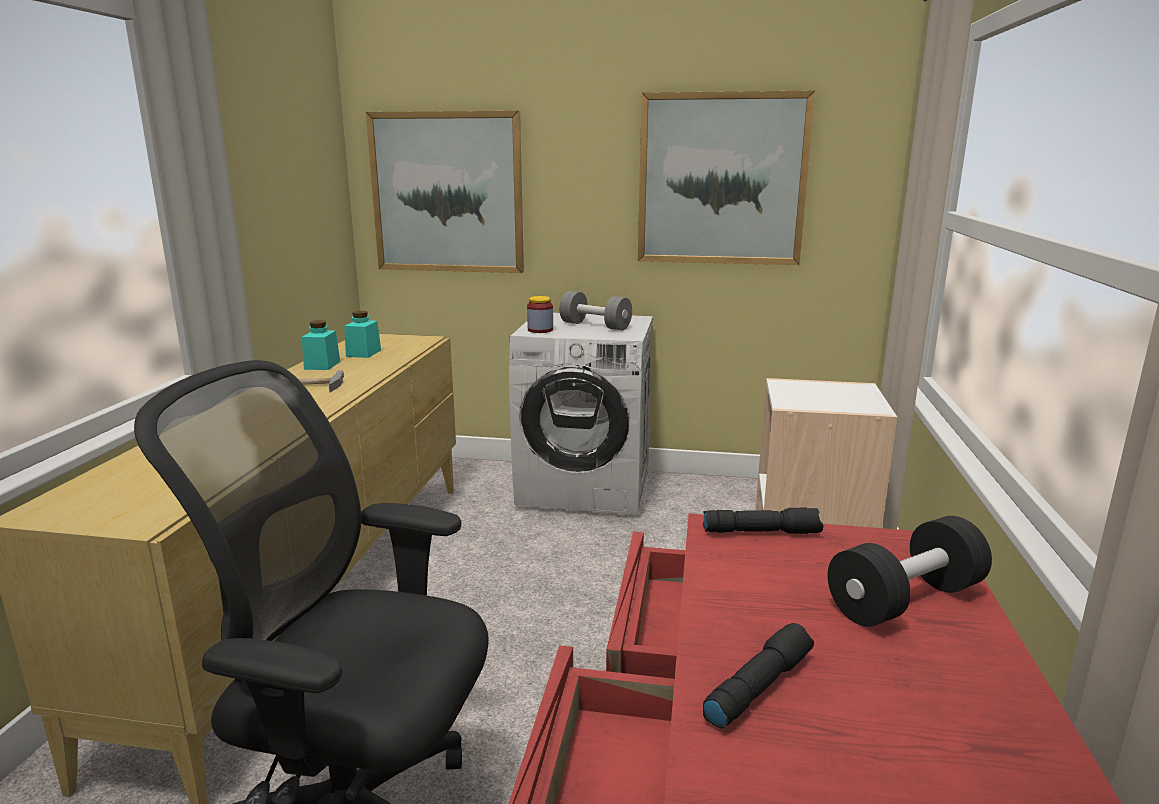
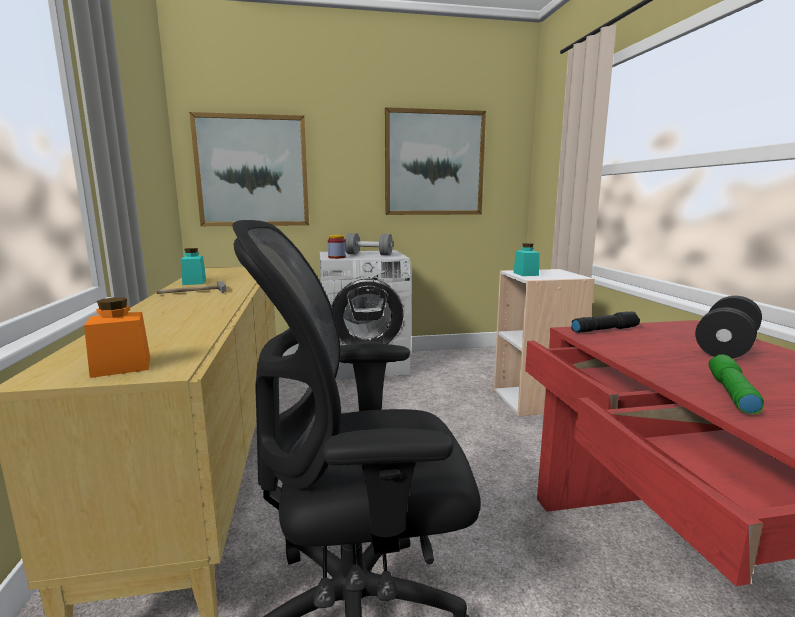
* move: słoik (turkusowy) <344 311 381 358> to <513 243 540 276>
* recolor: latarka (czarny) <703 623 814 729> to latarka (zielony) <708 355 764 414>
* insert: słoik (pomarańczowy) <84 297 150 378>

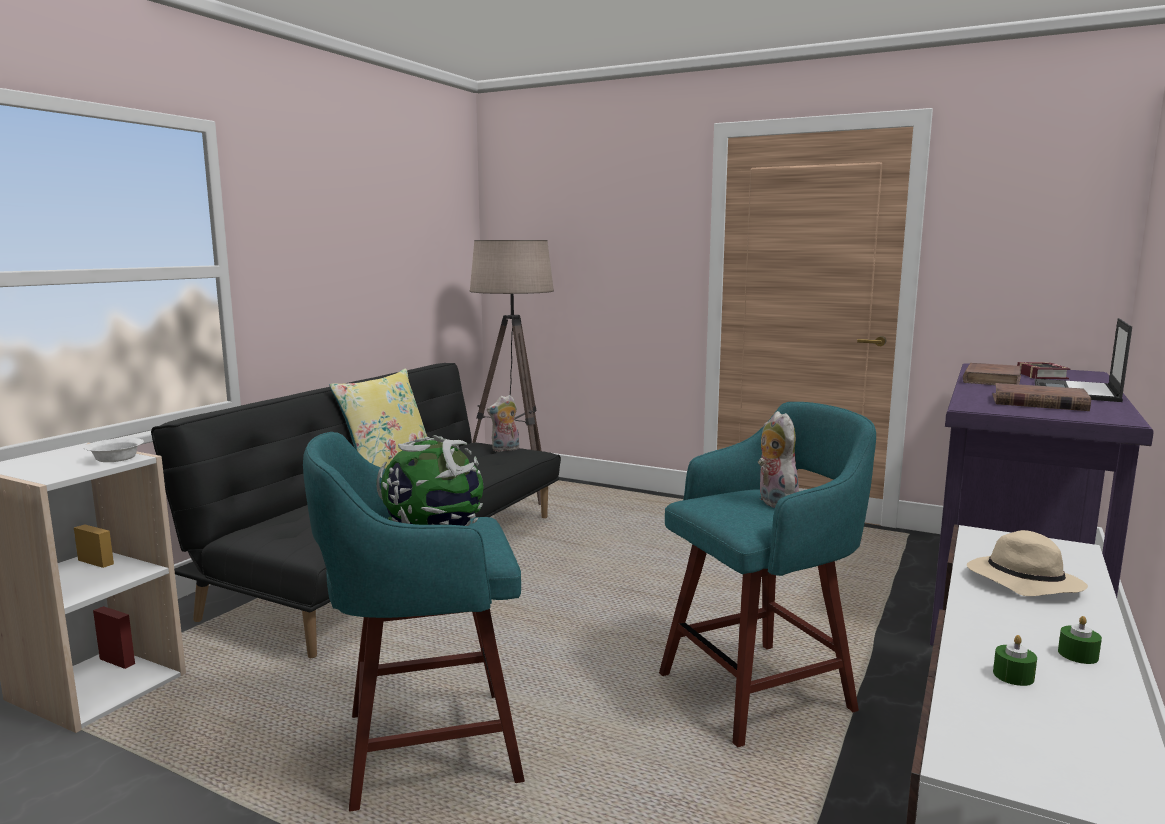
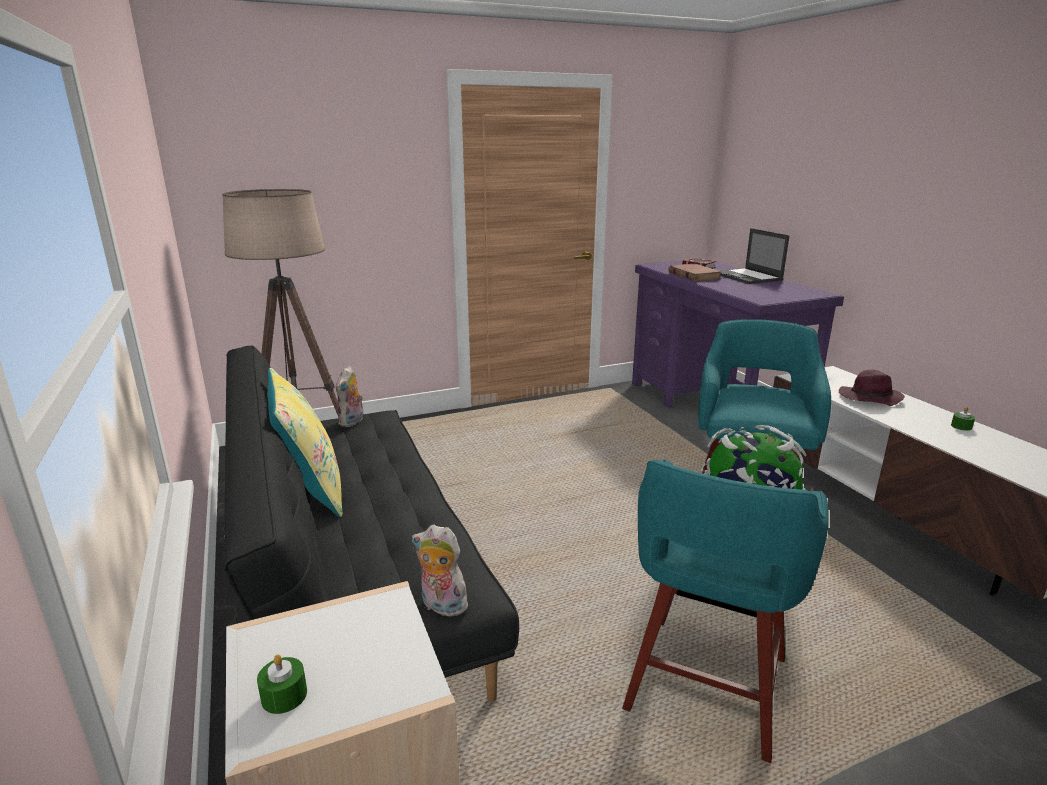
* delete: miska (biały) <84 438 144 462>
* move: pluszak <758 411 799 508> to <412 525 468 616>
* recolor: kapelusz (beżowy) <967 530 1088 596> to kapelusz (fioletowy) <839 369 905 406>
* delete: książka (brązowy) <992 383 1091 411>
* move: świeca (zielony) <993 635 1037 686> to <257 654 307 714>

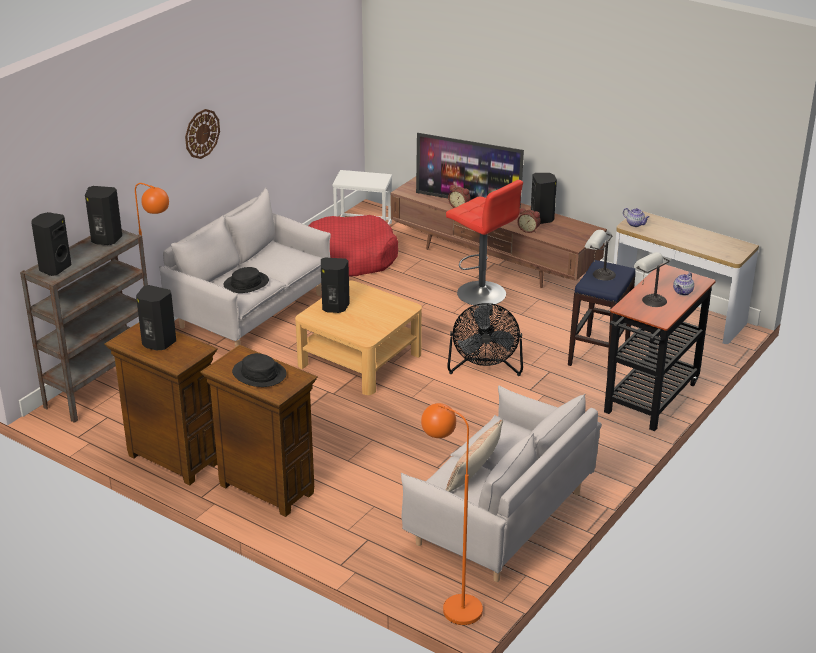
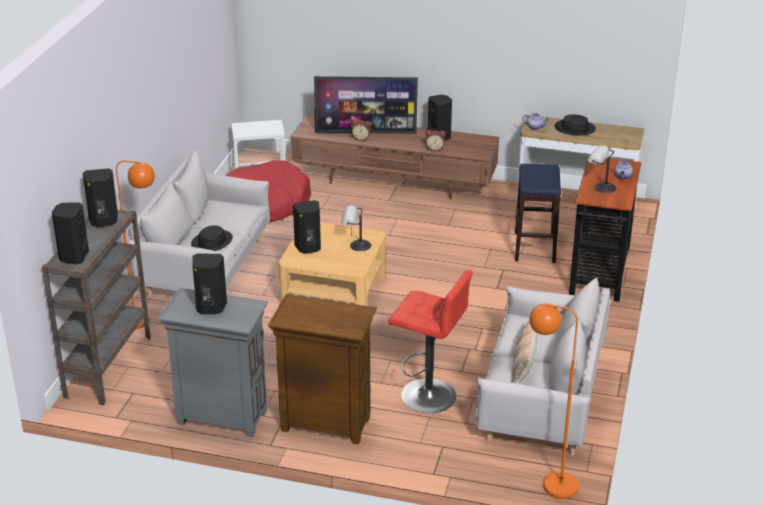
* recolor: szafka (brązowy) <104 322 218 486> to szafka (szary) <158 288 268 437>
* delete: zegar ścienny <185 109 220 159>
* move: kapelusz (czarny) <232 353 287 387> to <555 114 596 135>
* move: stołek (czerwony) <446 180 523 306> to <388 270 473 413>
* delete: wentylator (czarny) <447 303 523 376>
* move: lampa stołowa <584 230 616 280> to <341 205 371 251>

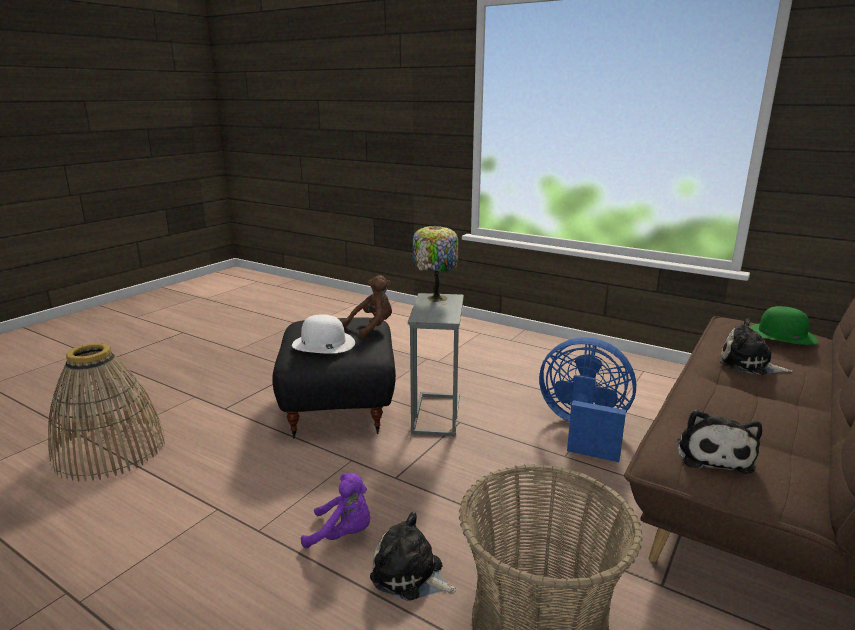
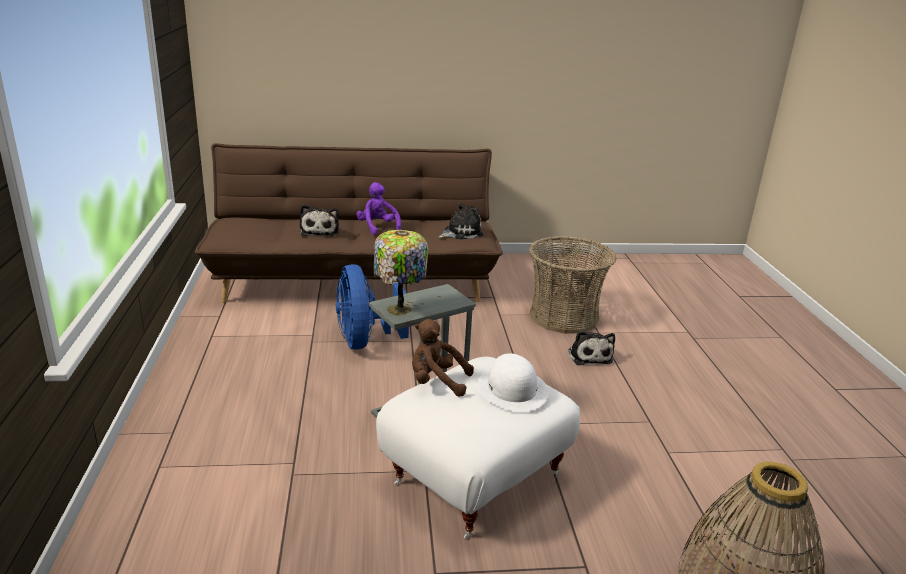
* recolor: pufa (czarny) <272 318 396 439> to pufa (biały) <376 357 580 539>
* move: pluszak (fioletowy) <301 473 370 549> to <356 182 401 235>
* delete: kapelusz (zielony) <749 306 818 345>

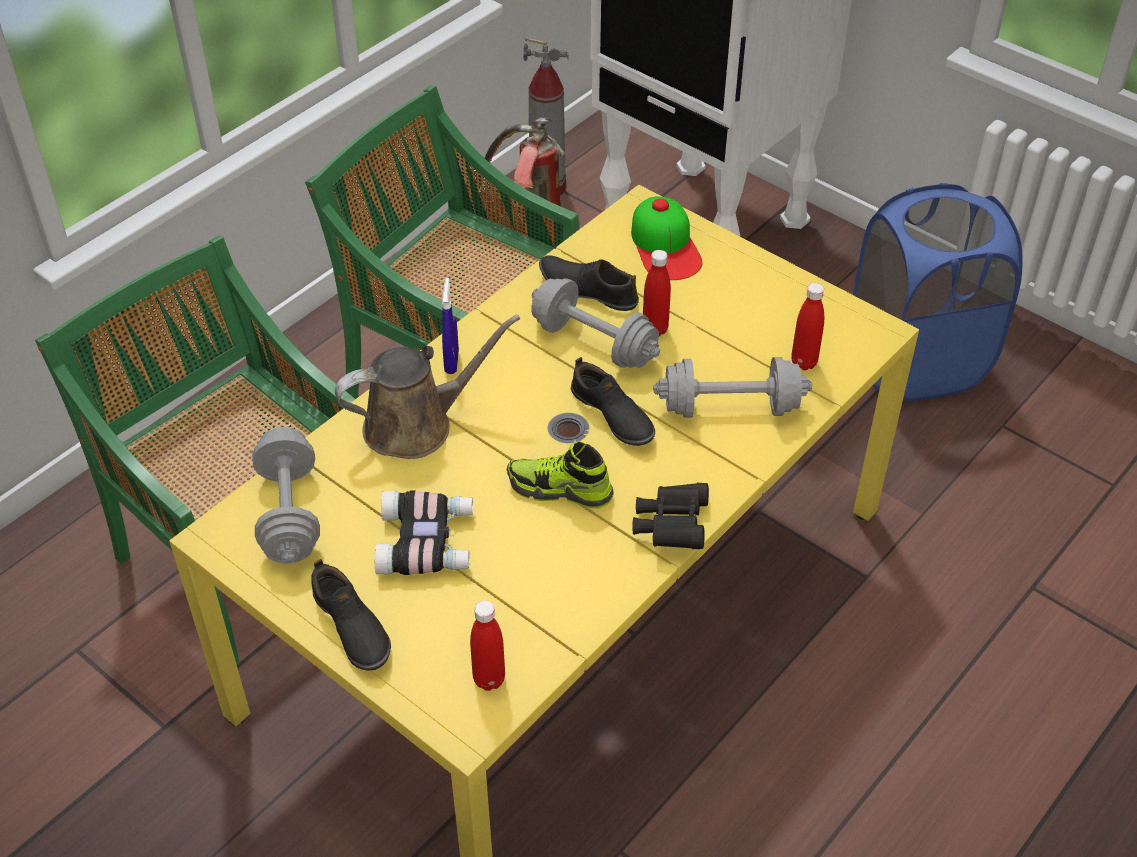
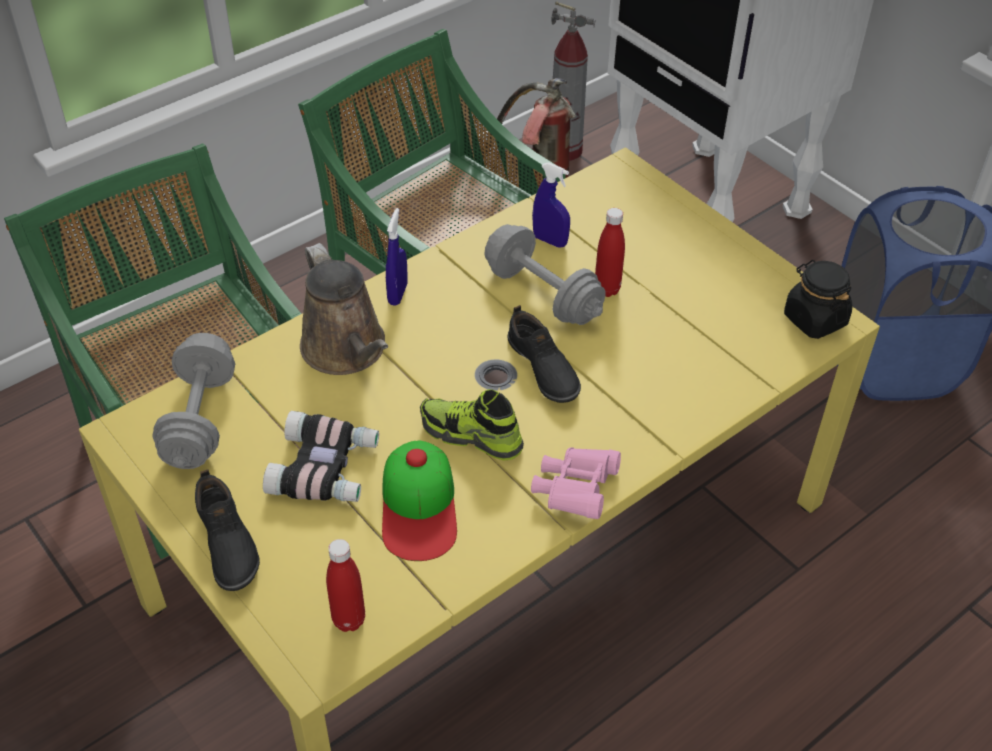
* rotate: konewka (brązowy) <335 314 520 459> = <300 243 388 375> 75 degrees clockwise
* replace: but (czarny) <539 255 639 311> to spryskiwacz (niebieski) <532 162 570 248>
* move: czapka z daszkiem <631 196 702 280> to <382 440 457 561>
* recolor: lornetka (czarny) <632 483 709 549> to lornetka (różowy) <531 447 621 519>
* delete: hantel (szary) <653 357 812 418>
* delete: butelka (czerwony) <791 283 824 370>
* insert: słoik (czarny) <784 260 852 339>

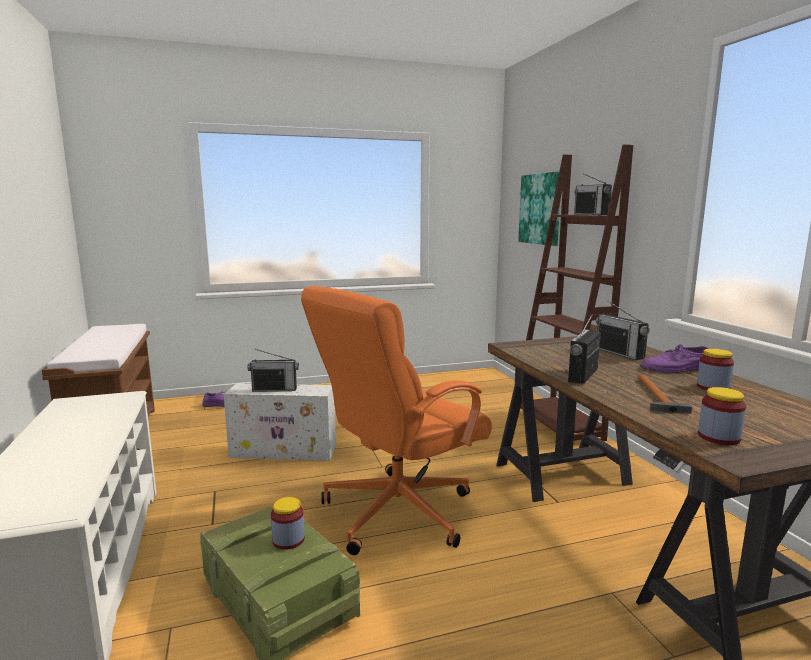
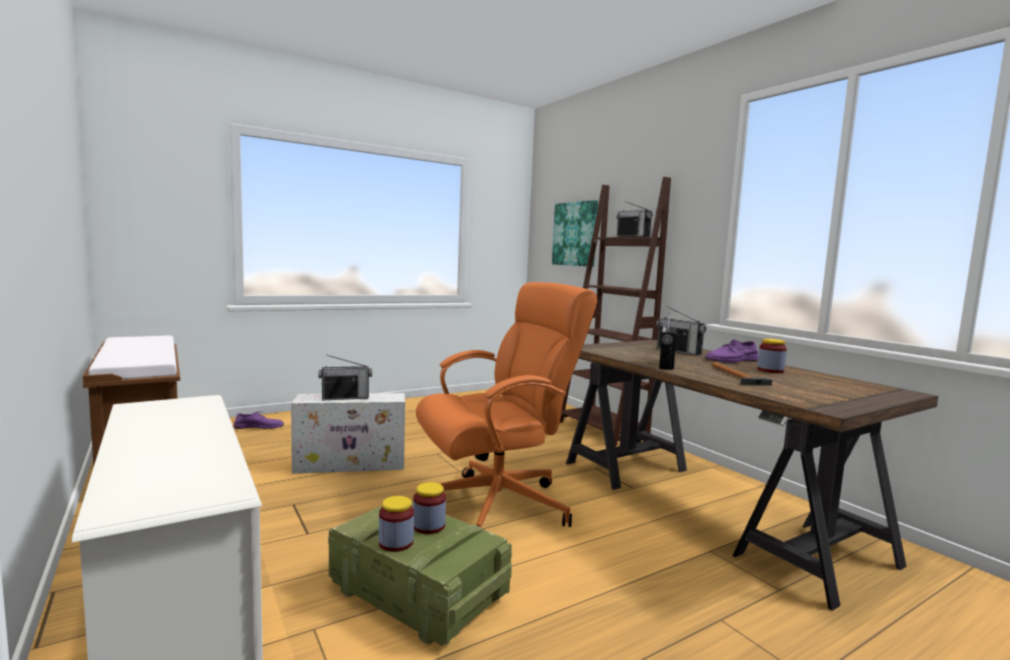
* rotate: krzesło biurowe (pomarańczowy) <301 286 492 555> = <416 282 597 531> 150 degrees counterclockwise
* move: słoik <698 387 746 445> to <379 496 414 552>

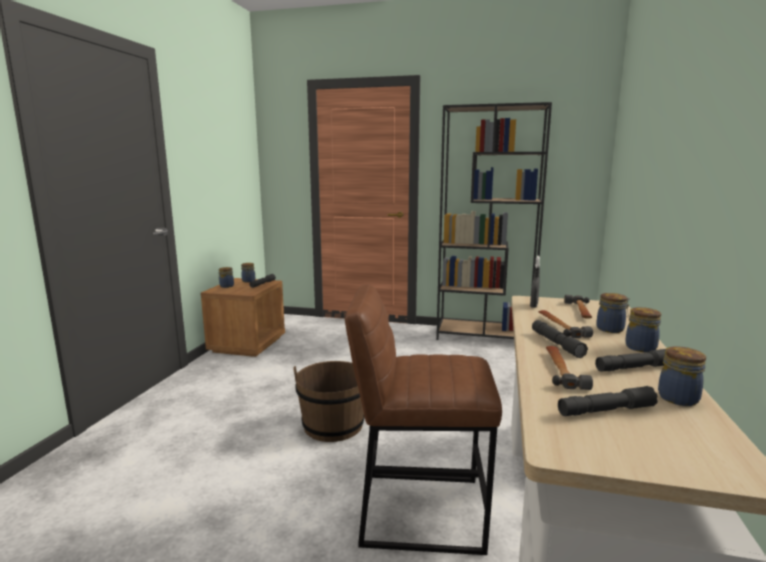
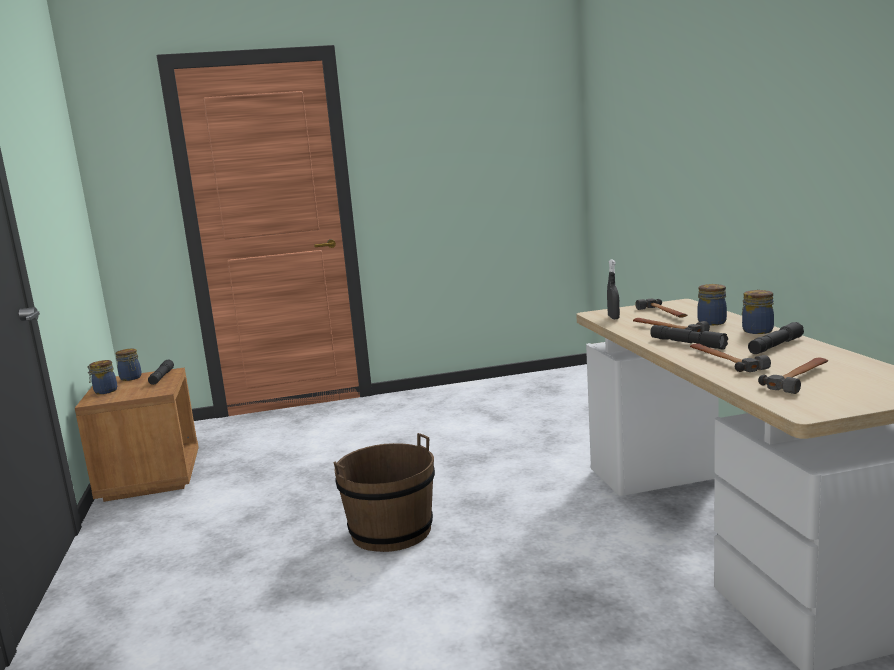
* delete: krzesło (brązowy) <345 284 502 555>
* delete: regał <436 102 552 340>
* replace: latarka (szary) <558 386 658 416> to młotek <758 358 828 394>
* delete: słoik <658 346 706 406>

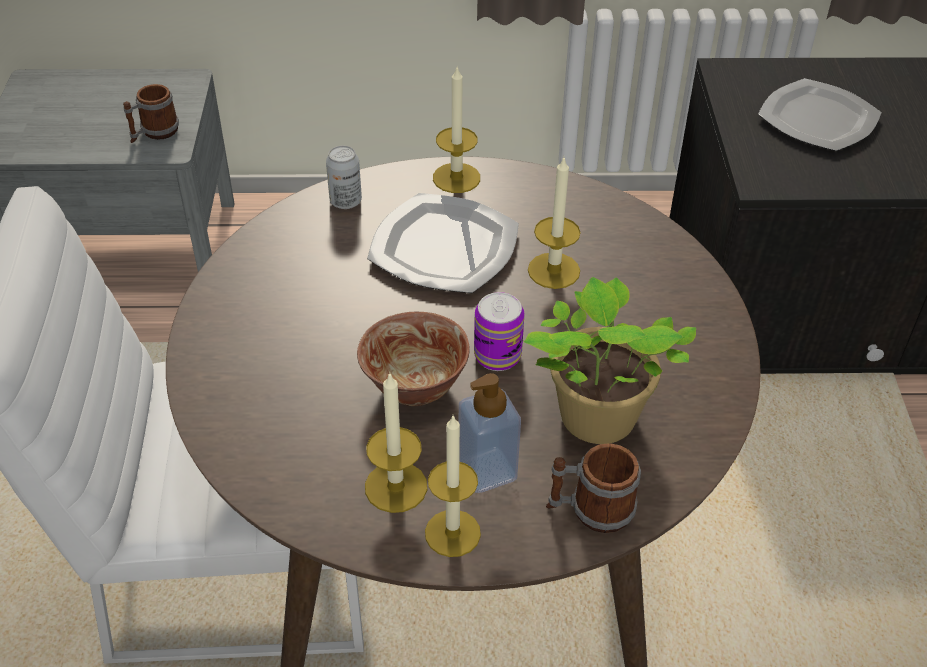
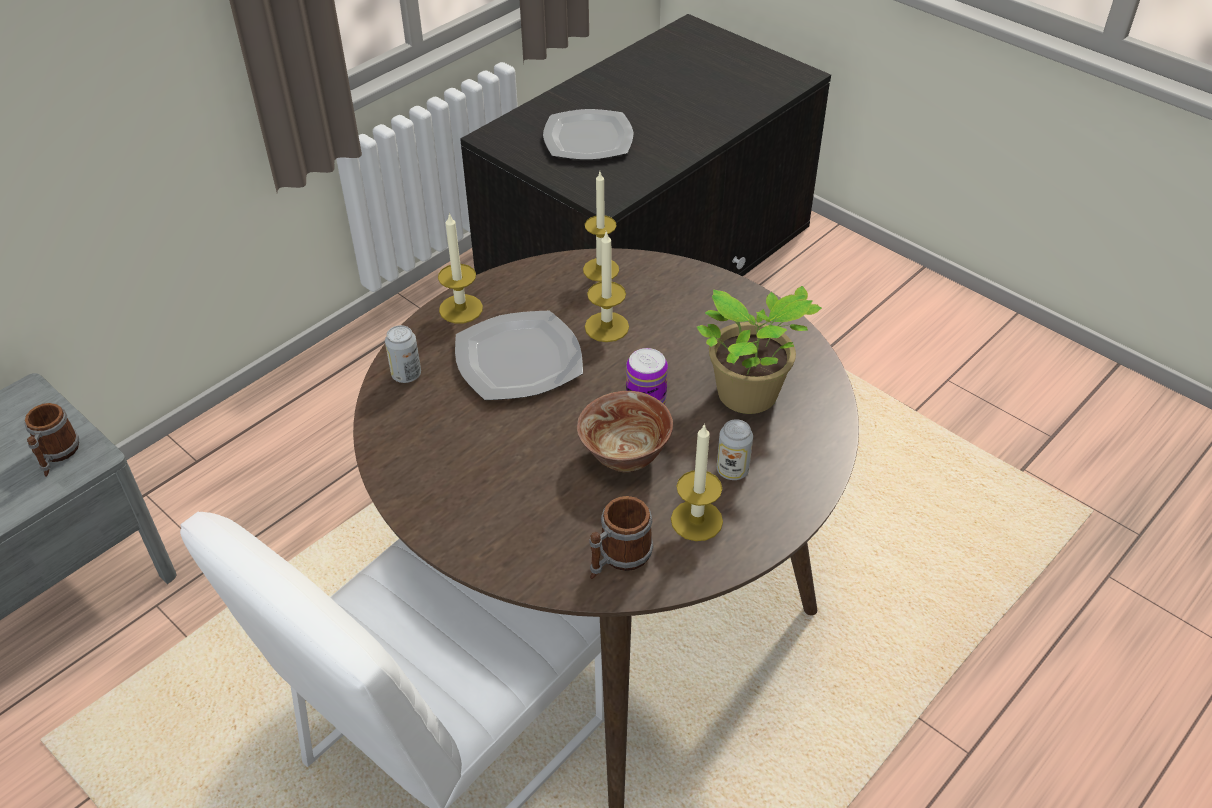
* move: świeca <425 416 481 557> to <583 172 619 282>
* replace: dozownik mydła <459 373 521 493> to puszka <717 419 753 480>
* move: kubek <546 443 641 533> to <589 496 653 579>

